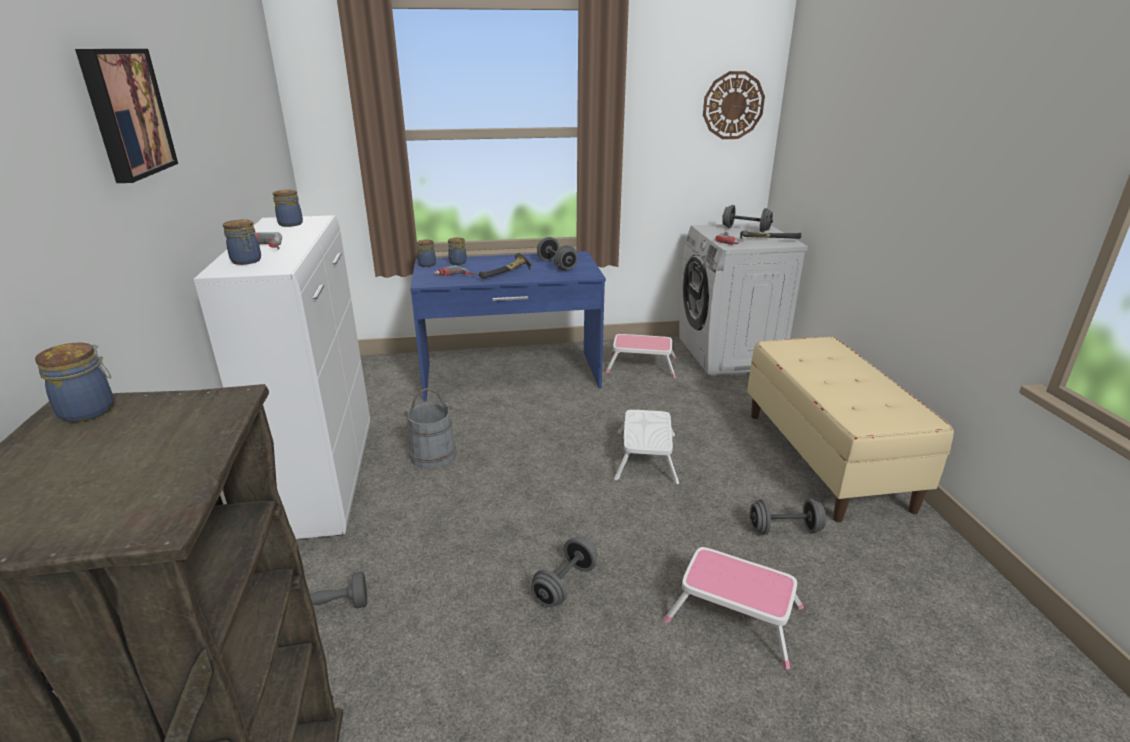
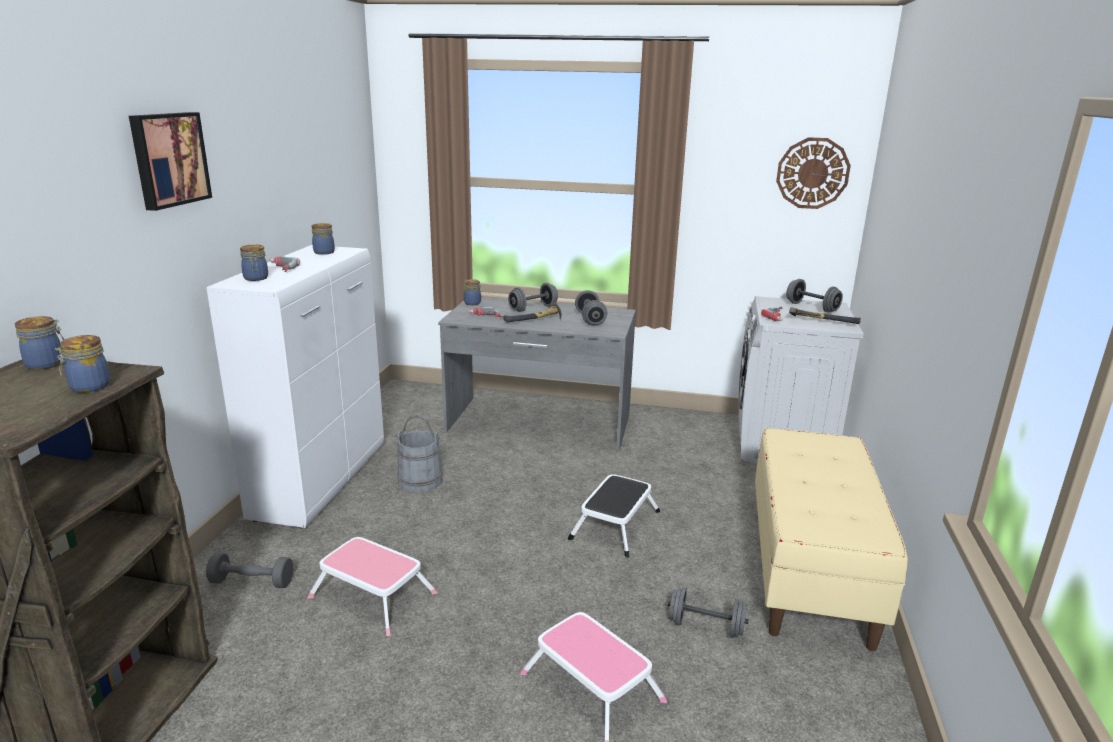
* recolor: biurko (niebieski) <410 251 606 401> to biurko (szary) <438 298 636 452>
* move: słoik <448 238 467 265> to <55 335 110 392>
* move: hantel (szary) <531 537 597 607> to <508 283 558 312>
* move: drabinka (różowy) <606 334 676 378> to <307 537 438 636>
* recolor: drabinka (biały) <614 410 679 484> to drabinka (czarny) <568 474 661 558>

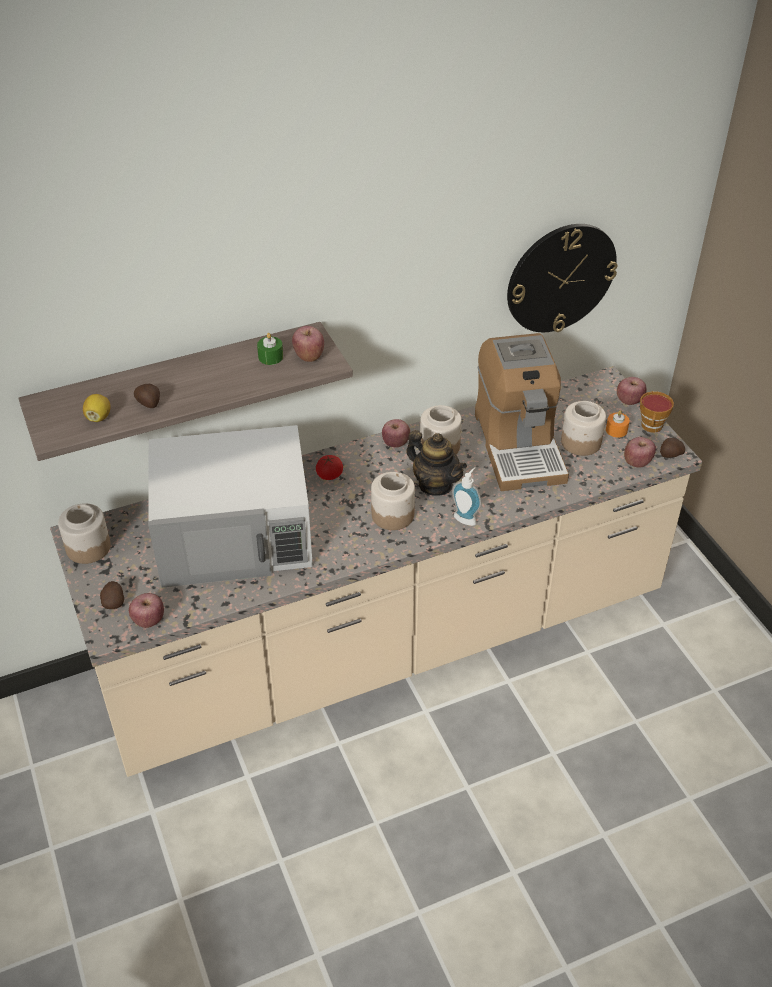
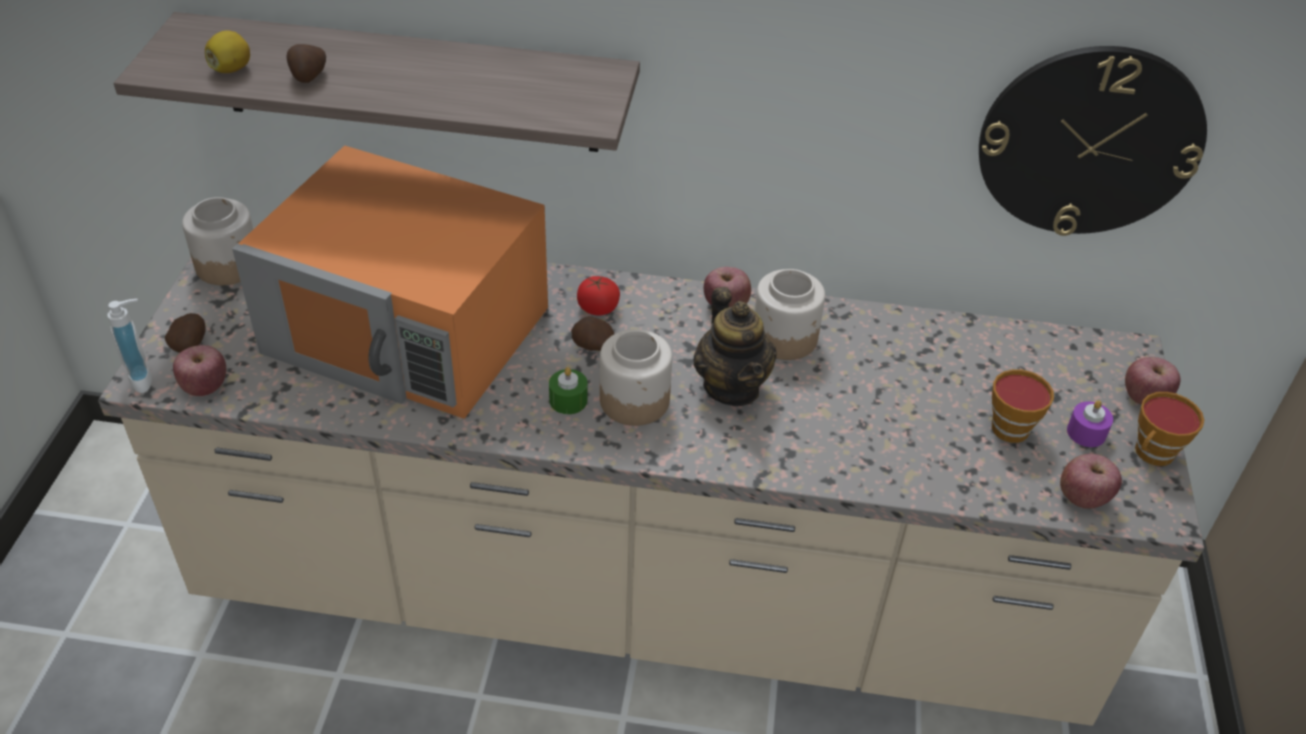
* recolor: mikrofalówka (biały) <148 425 313 588> to mikrofalówka (pomarańczowy) <232 145 548 419>
* move: świeca (zielony) <257 333 283 365> to <549 367 588 414>
* delete: jabłko <292 326 324 362>
* move: dozownik mydła <452 467 481 526> to <107 299 152 393>
* delete: ekspres do kawy <475 333 569 491>
* replace: słoik <561 401 606 456> to filiżanka <992 369 1054 443>
* recolor: świeca (pomarańczowy) <606 410 630 438> to świeca (fioletowy) <1067 400 1113 447>
* move: ziemniak <660 438 685 458> to <571 316 615 351>

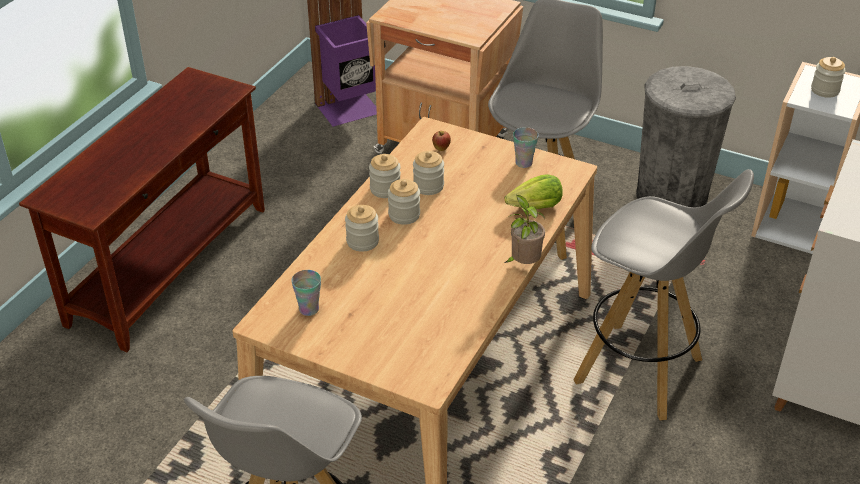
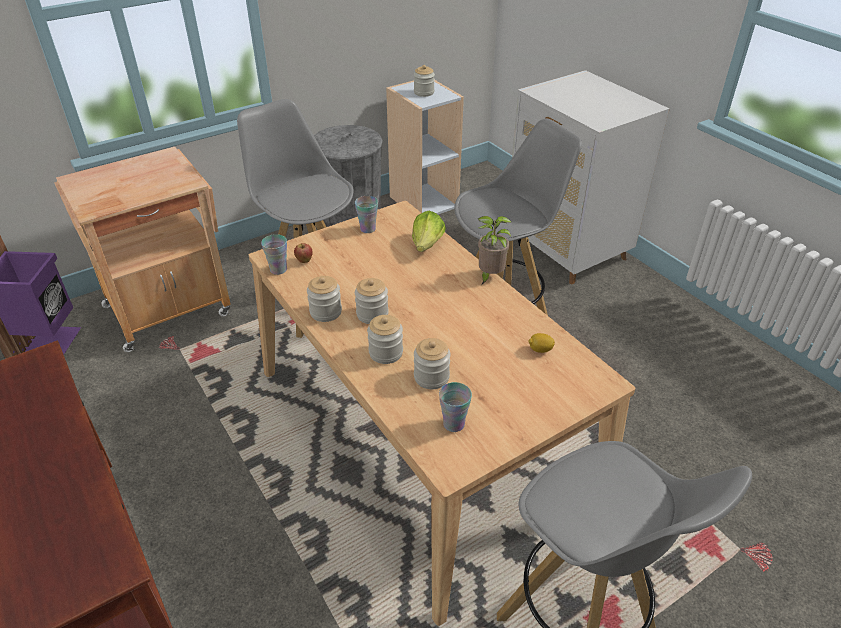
* move: słoik <413 151 444 195> to <414 338 450 389>
* insert: filiżanka <261 234 287 275>
* insert: cytryna <528 333 555 353>

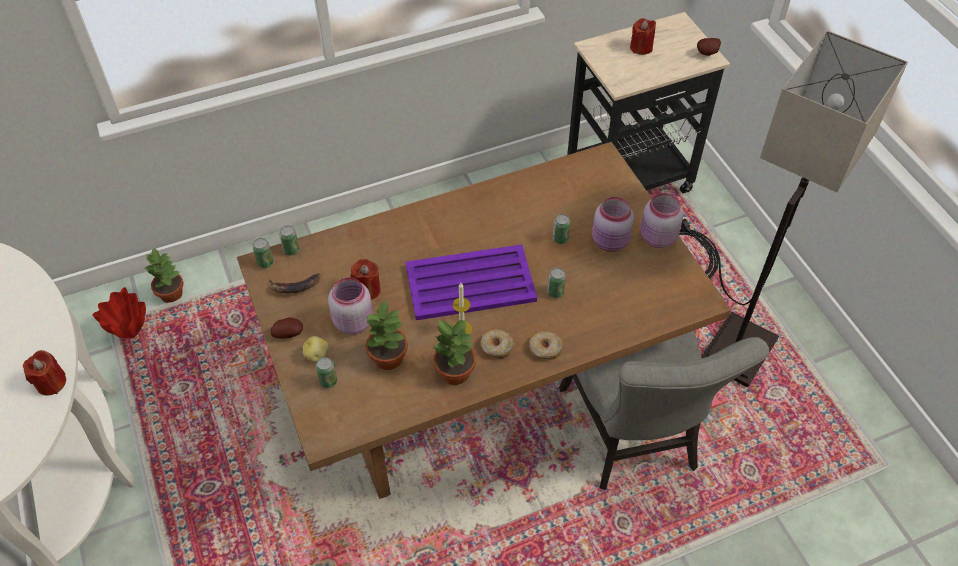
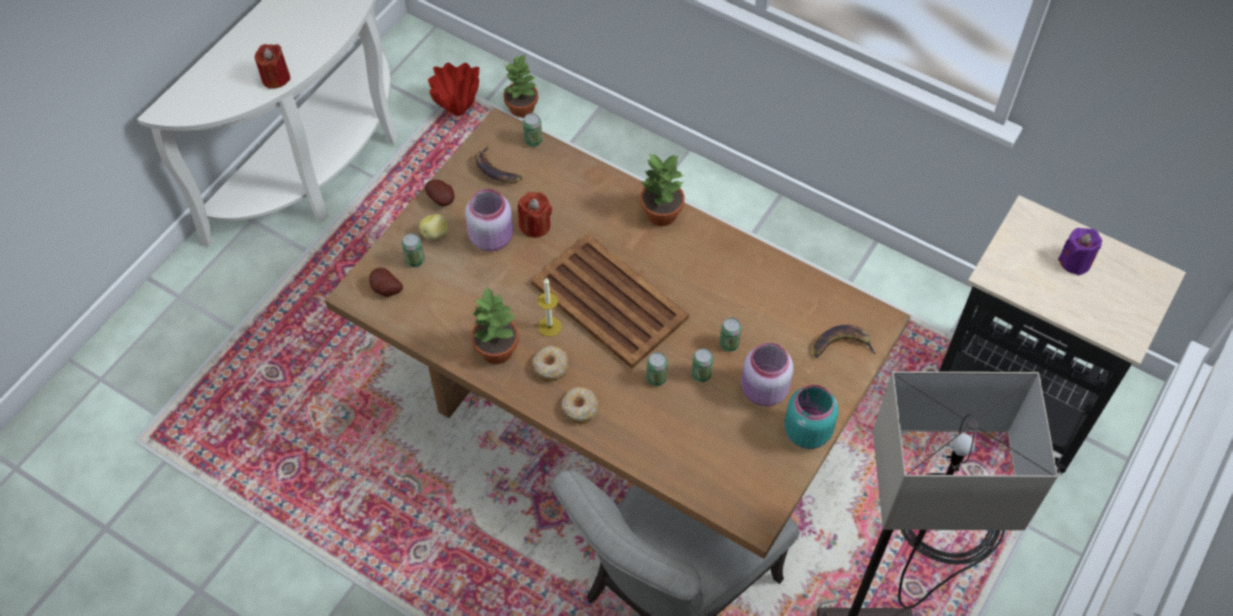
* move: puszka <253 238 274 268> to <692 348 713 382>
* move: roślina doniczkowa <365 300 408 370> to <641 154 685 226>
* recolor: taca (fioletowy) <405 244 537 320> to taca (brązowy) <531 233 689 369>
* recolor: świeca (czerwony) <630 18 656 55> to świeca (fioletowy) <1058 228 1102 275>
* recolor: słoik (różowy) <640 193 684 248> to słoik (turkusowy) <784 385 839 449>
* move: ziemniak <697 38 721 56> to <369 268 403 297>
* insert: banan <813 325 876 358>

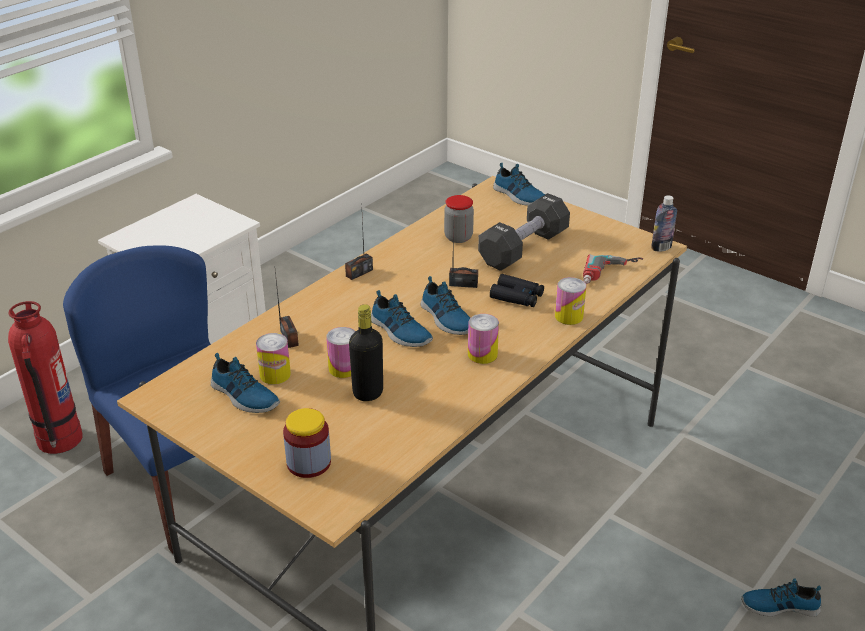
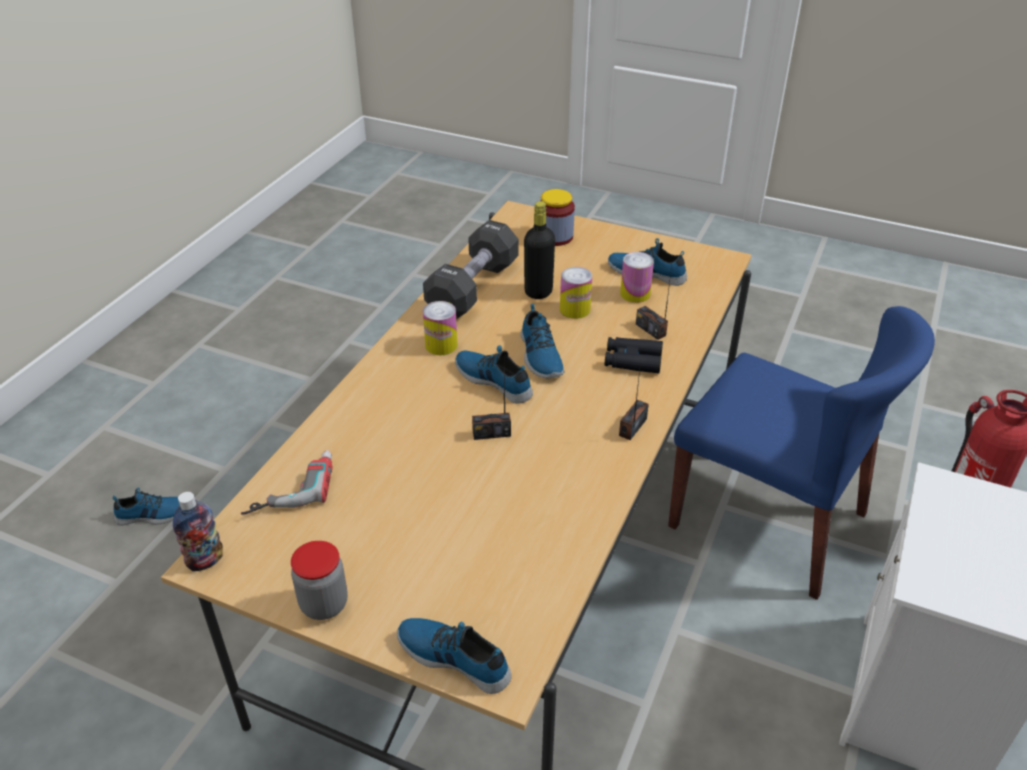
* rotate: but <371 290 433 347> = <520 304 564 378> 135 degrees counterclockwise
* move: słoik <444 195 474 243> to <291 541 348 620>
* move: hantel (czarny) <478 193 570 271> to <423 220 519 319>
* move: lornetka (czarny) <490 274 544 307> to <605 337 663 373>
* delete: puszka <555 277 586 325>

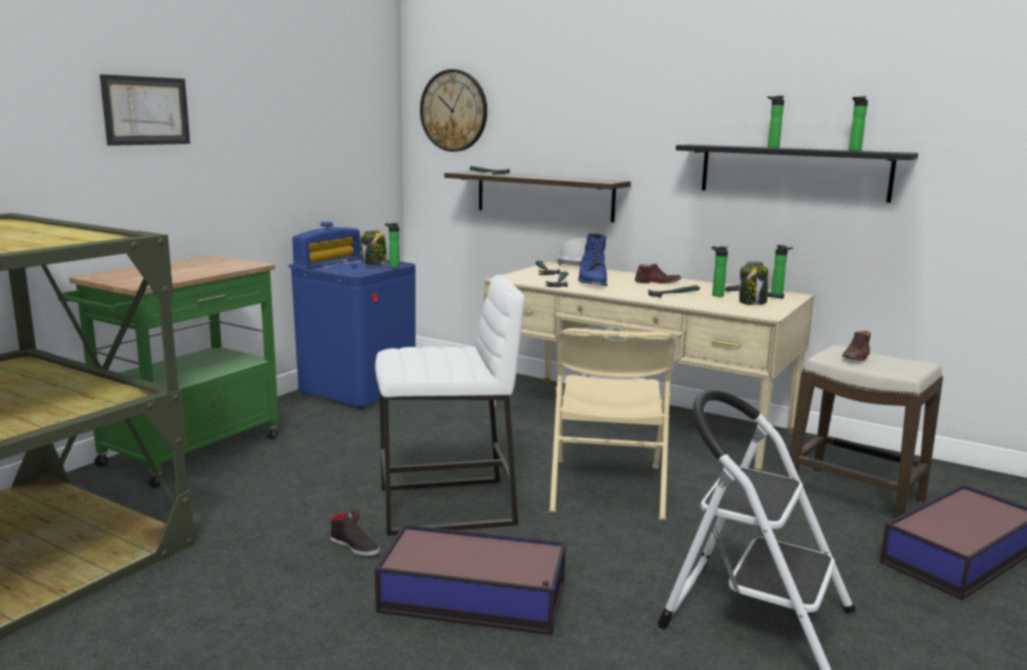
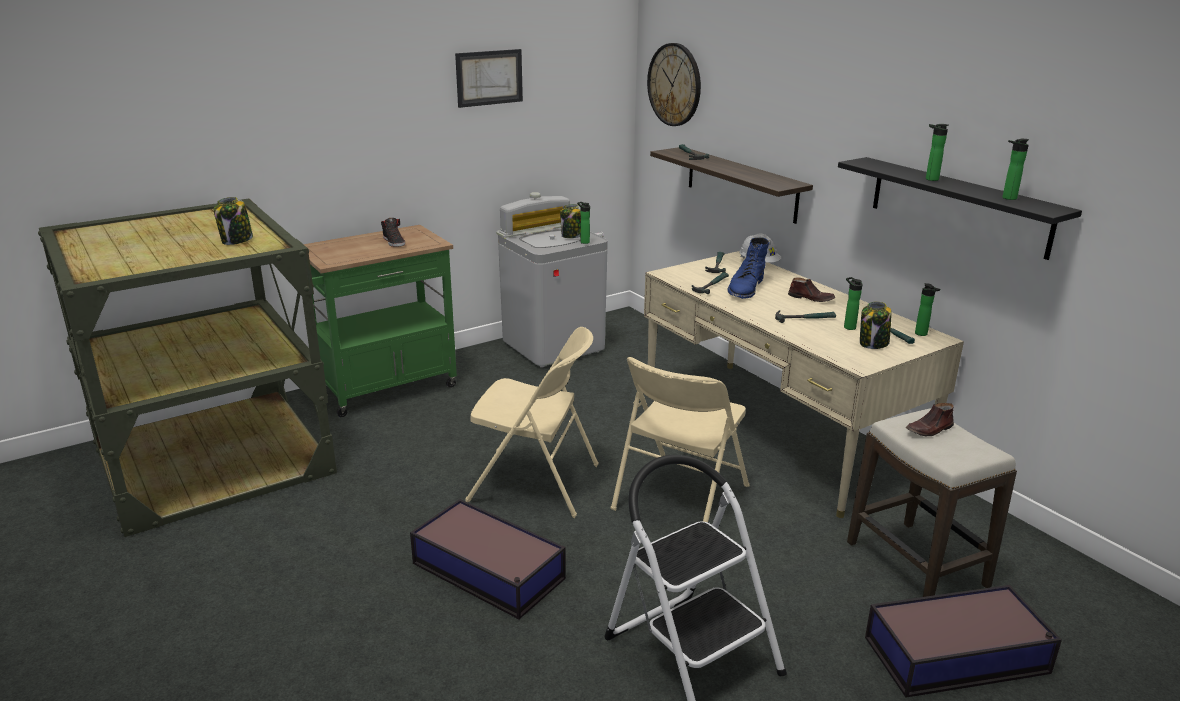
* move: obraz <100 74 190 146> to <455 49 523 108>
* recolor: pralka (niebieski) <289 222 416 409> to pralka (szary) <496 192 608 368>
* move: but (czarny) <330 510 380 556> to <381 218 405 247>
* replace: stołek (biały) <375 275 525 536> to krzesło (beżowy) <465 327 599 518>
* insert: słoik <213 197 253 245>

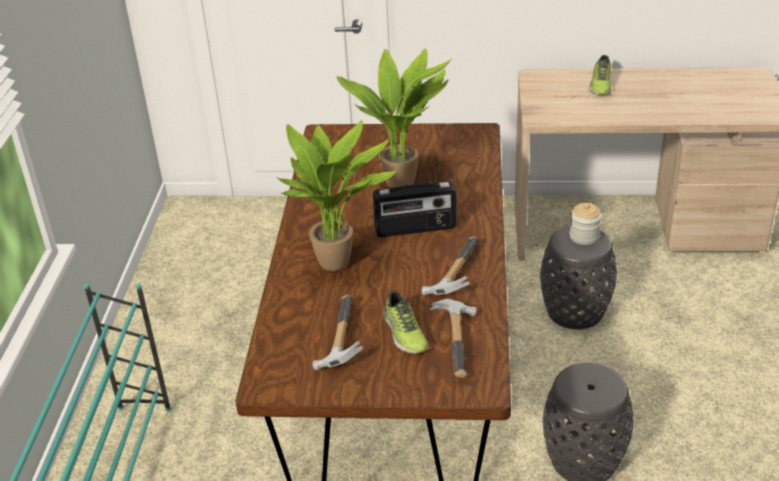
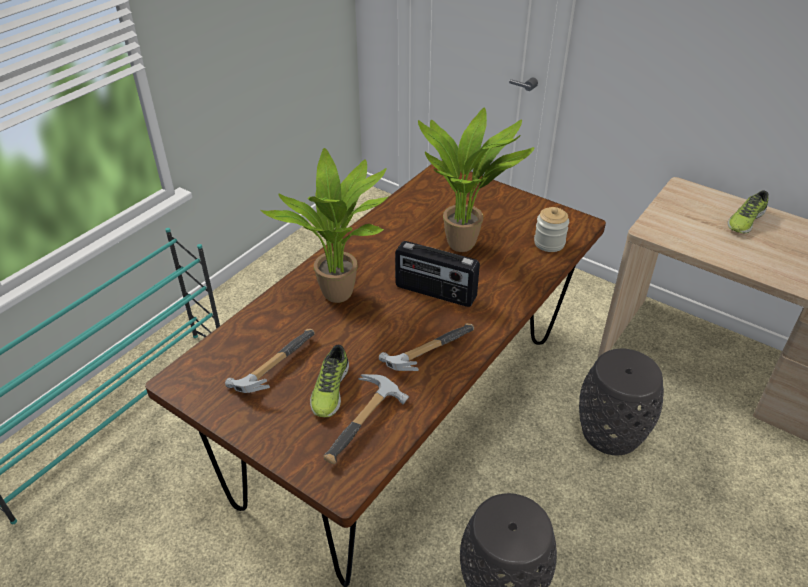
* move: słoik <570 203 601 245> to <534 207 569 252>

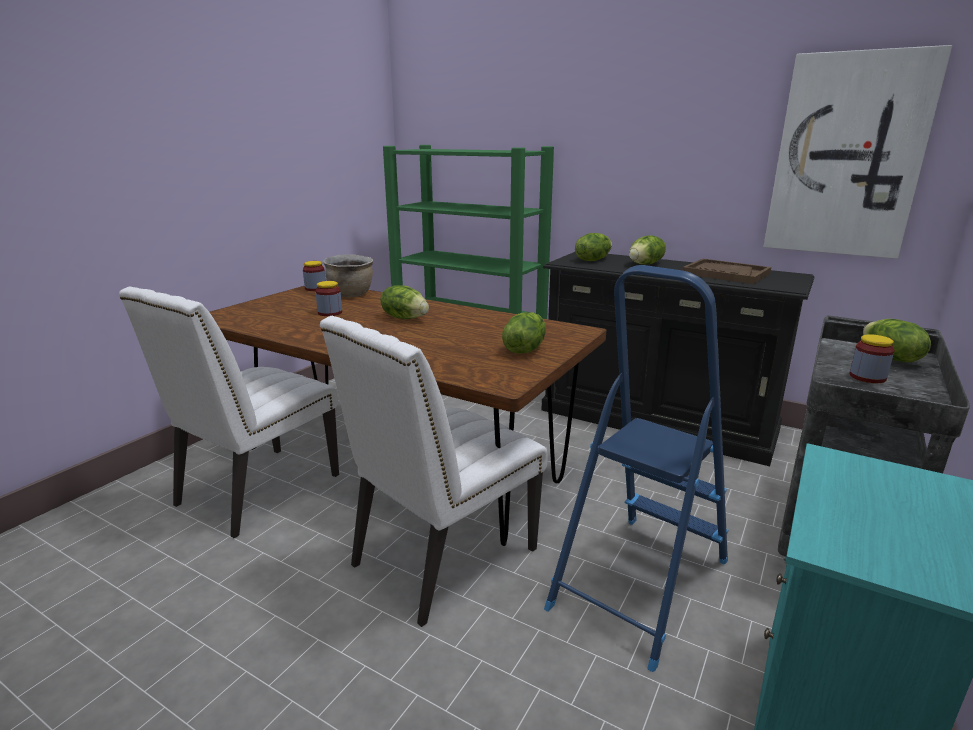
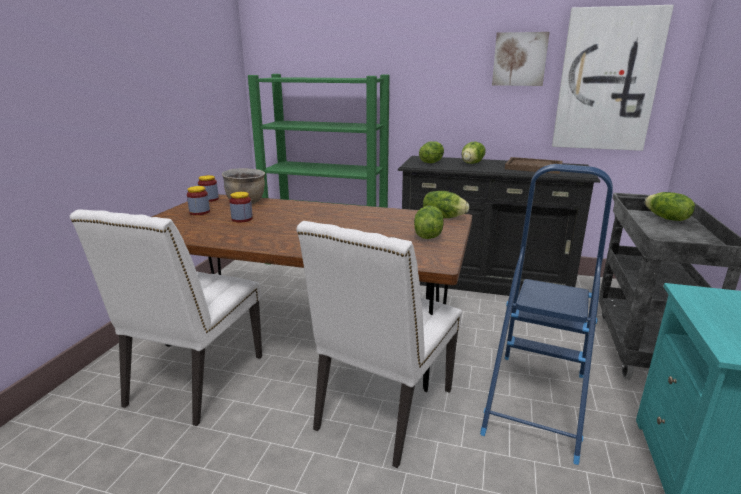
* move: sałata <380 285 429 319> to <423 191 469 218>
* move: słoik <849 334 895 383> to <187 186 210 215>
* insert: obraz <492 32 549 86>

